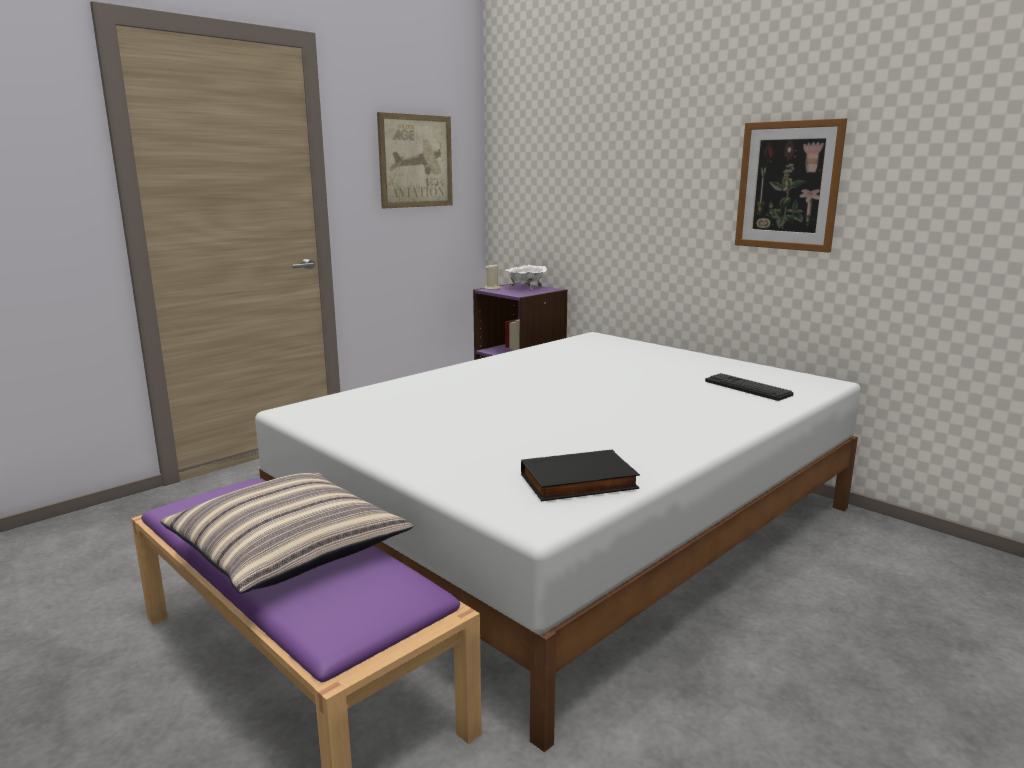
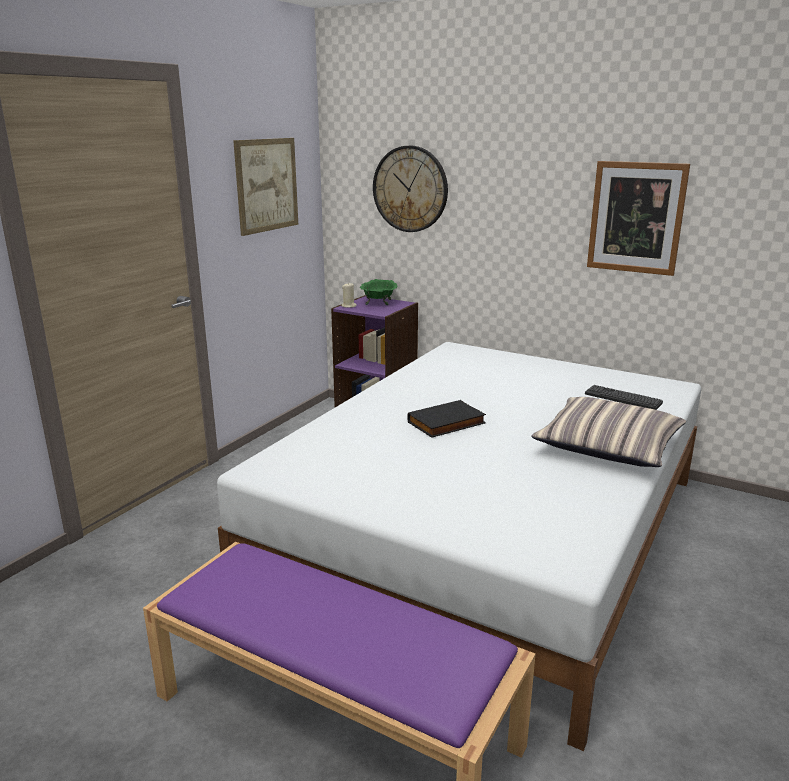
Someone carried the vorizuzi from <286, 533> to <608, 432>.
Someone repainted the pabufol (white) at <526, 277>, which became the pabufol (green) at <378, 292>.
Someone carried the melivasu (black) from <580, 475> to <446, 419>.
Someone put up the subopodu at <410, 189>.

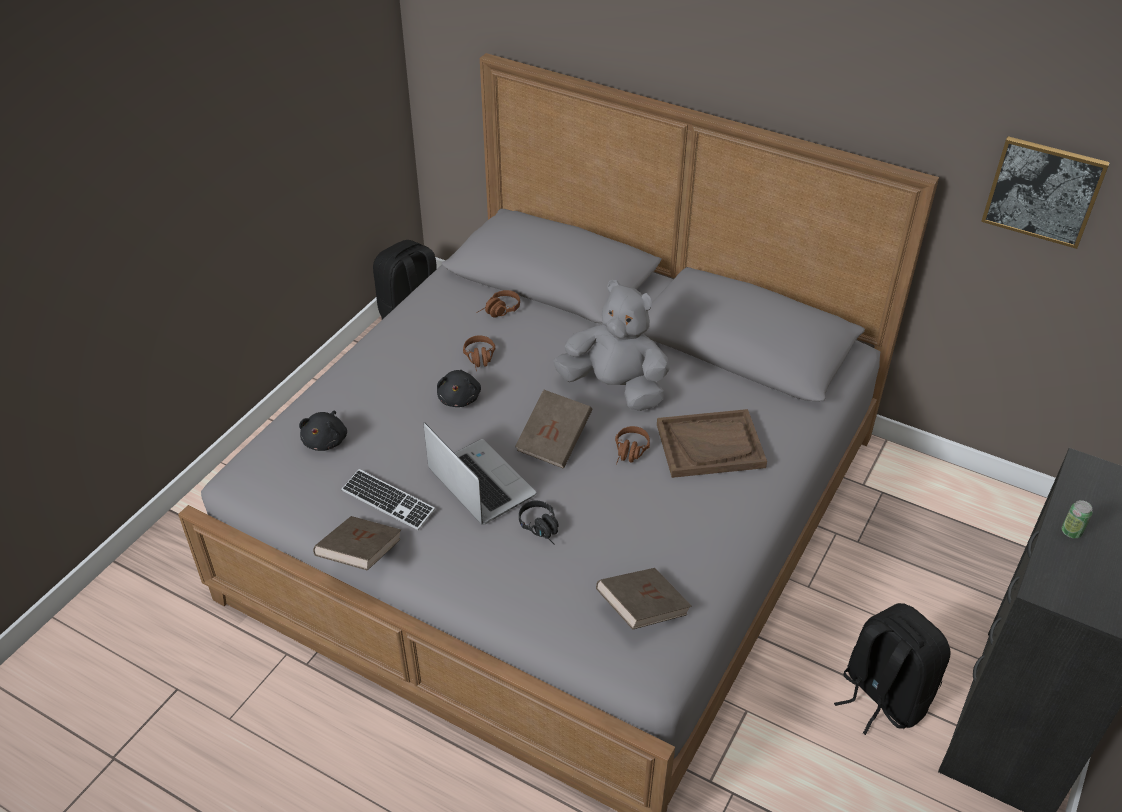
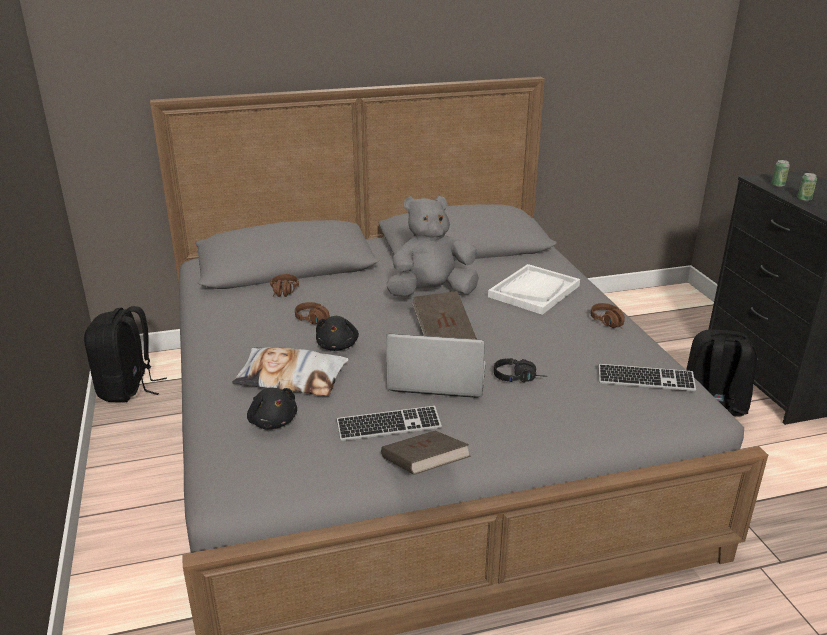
Someone rotated the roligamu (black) at <459, 388> by 45 degrees clockwise.
Someone swapped the melivasu (brown) at <644, 599> for the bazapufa at <647, 377>.
Someone carried the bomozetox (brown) from <632, 445> to <608, 315>.
Someone repainted the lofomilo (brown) at <712, 443>, which became the lofomilo (white) at <534, 289>.
Someone took away the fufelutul at <1045, 192>.
Someone put down the vorizuzi at <290, 371>.
Someone put down the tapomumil at <780, 173>.

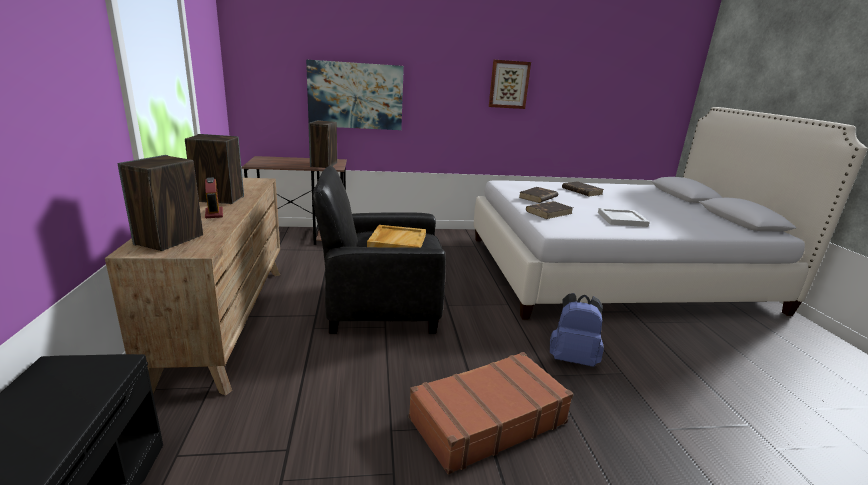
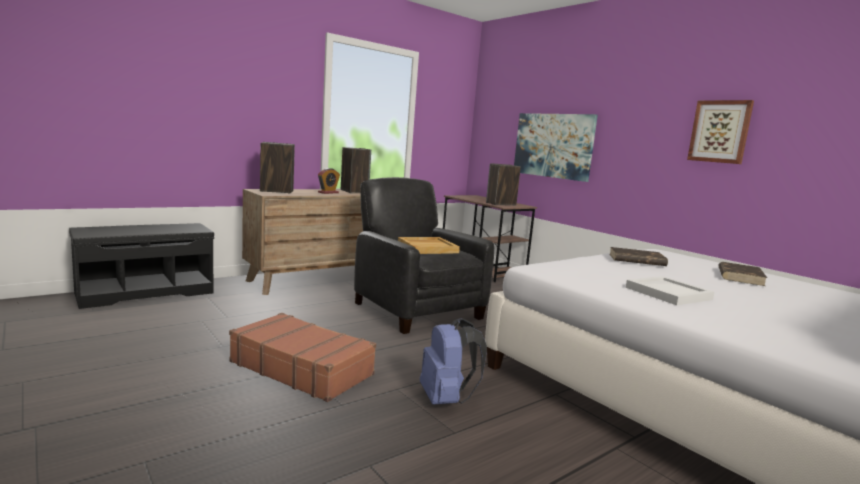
Someone took away the melivasu (brown) at <549, 210>.

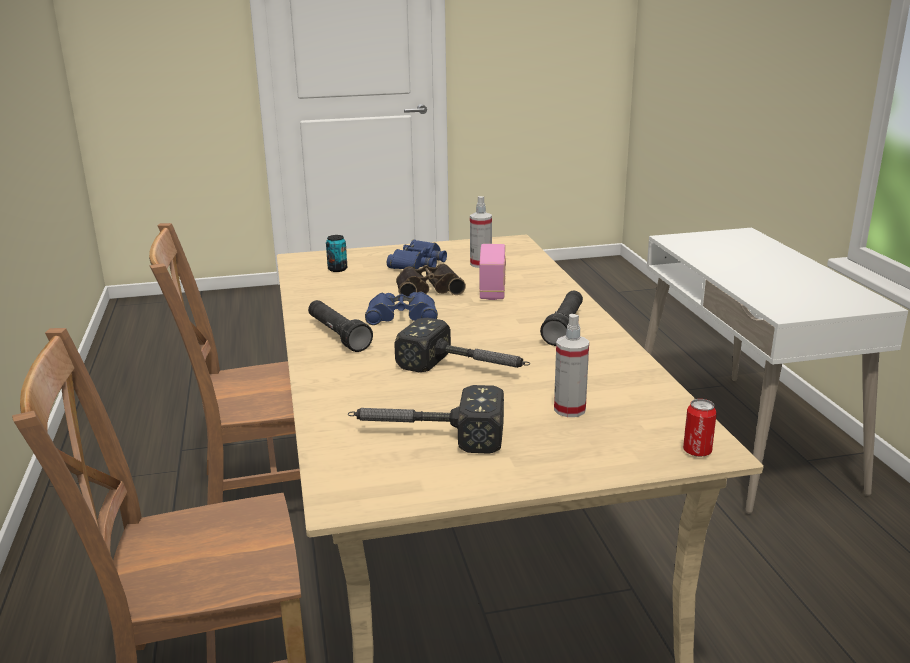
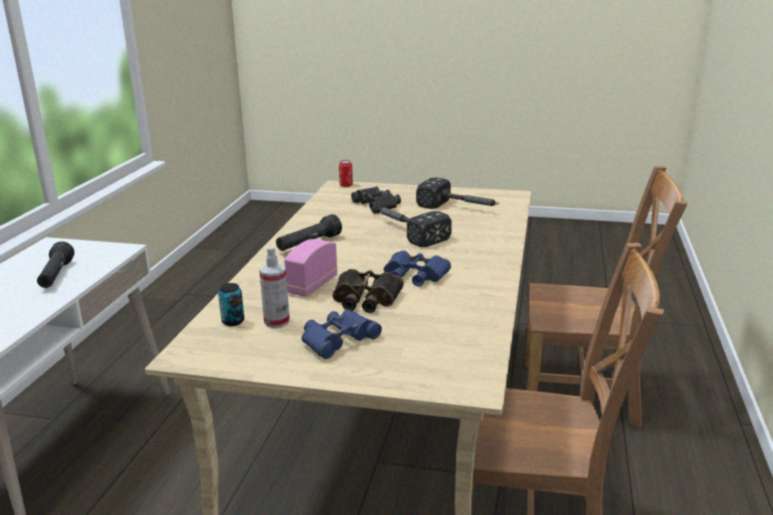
Someone carried the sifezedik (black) from <340, 326> to <55, 265>.
Someone carried the tapomumil from <336, 253> to <231, 304>.
Someone swapped the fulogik at <571, 365> for the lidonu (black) at <376, 200>.

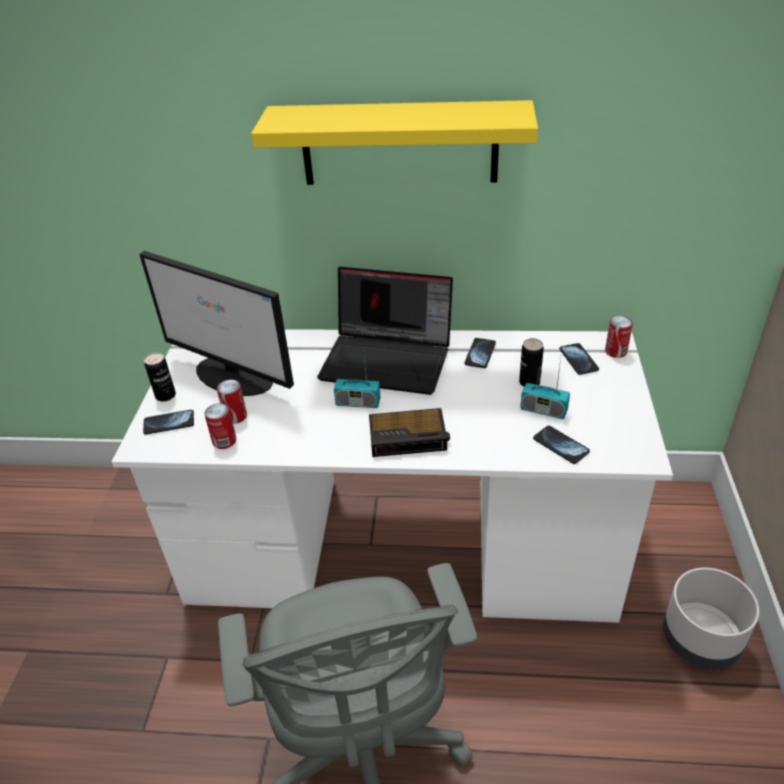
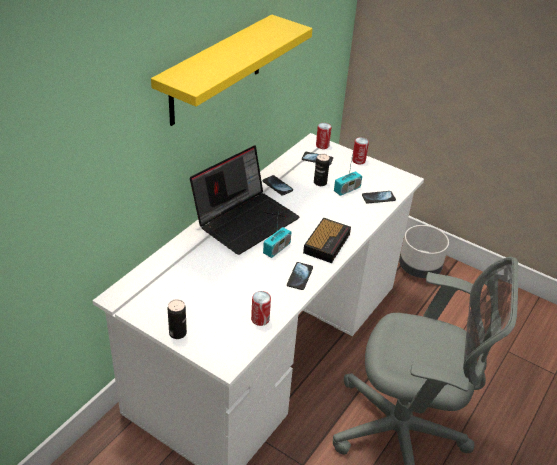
Someone took away the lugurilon at <216, 323>.
Someone carried the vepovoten from <168, 422> to <300, 276>.
Someone carried the tapomumil from <232, 402> to <360, 150>.

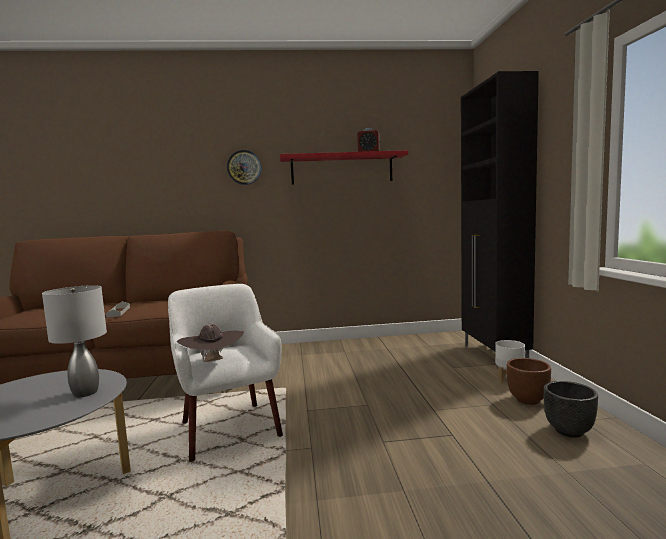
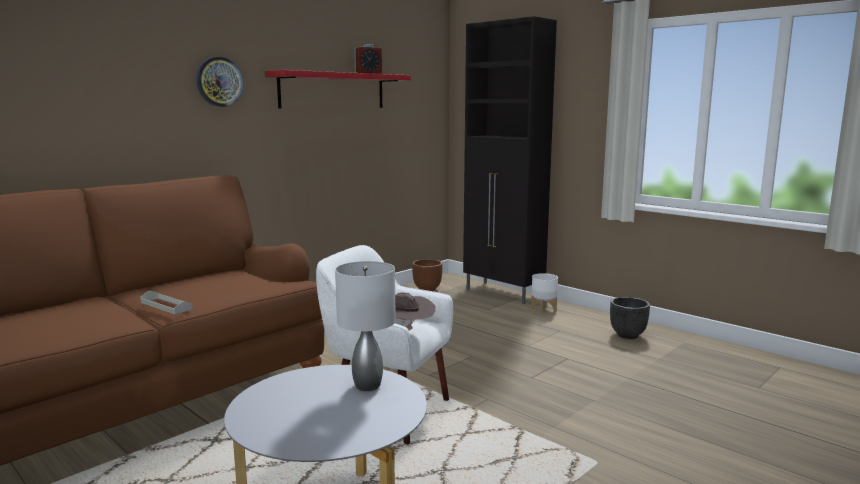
Someone carried the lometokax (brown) from <528, 381> to <427, 275>.

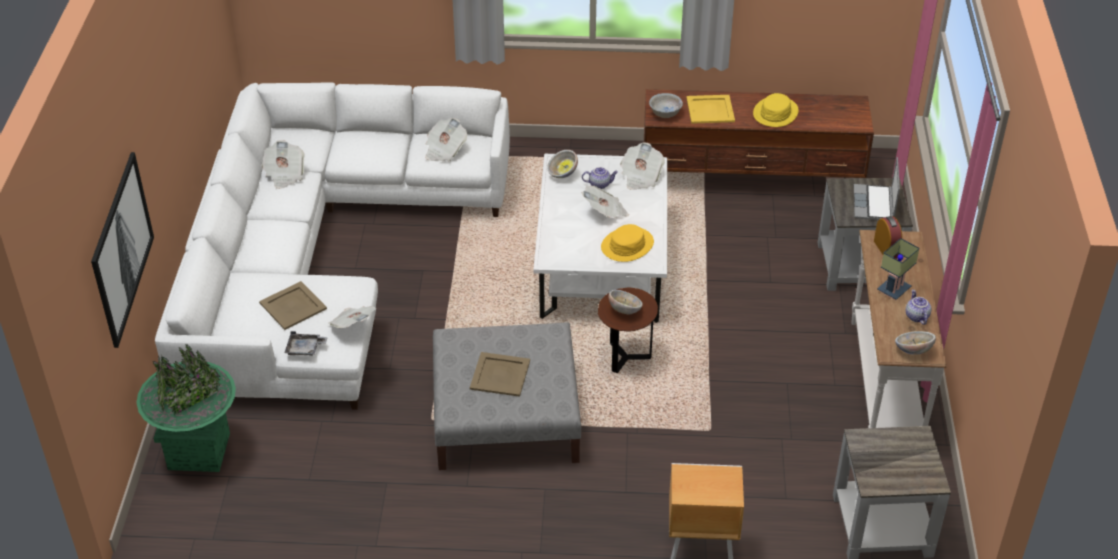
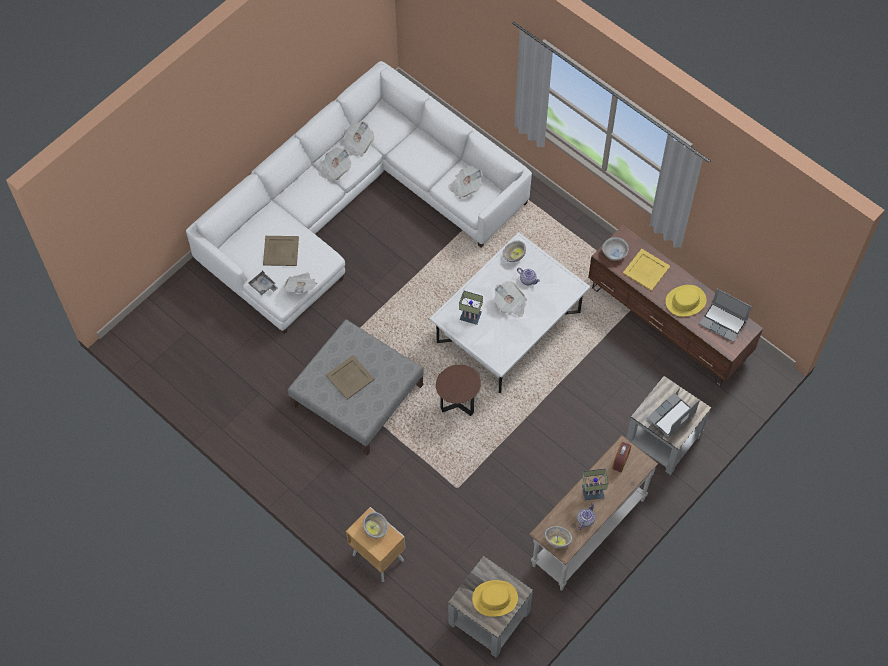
Someone took away the fufelutul at <122, 250>.
Someone took away the lometokax (green) at <186, 408>.
Someone carried the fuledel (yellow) from <627, 243> to <495, 598>.
Someone carried the pabufol from <626, 302> to <375, 525>.
Someone carried the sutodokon from <642, 166> to <334, 165>.
Someone put down the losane at <471, 308>.
Someone put down the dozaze at <725, 316>.

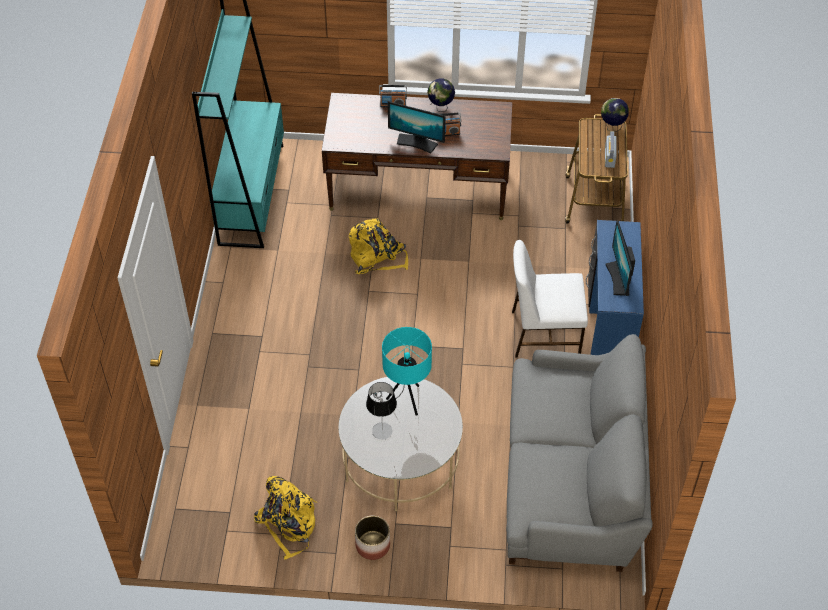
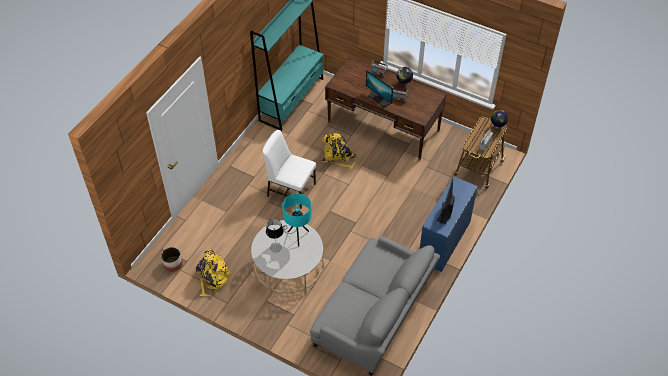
Someone carried the lometokax from <372, 538> to <172, 259>.
Someone carried the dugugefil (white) from <550, 298> to <289, 169>.

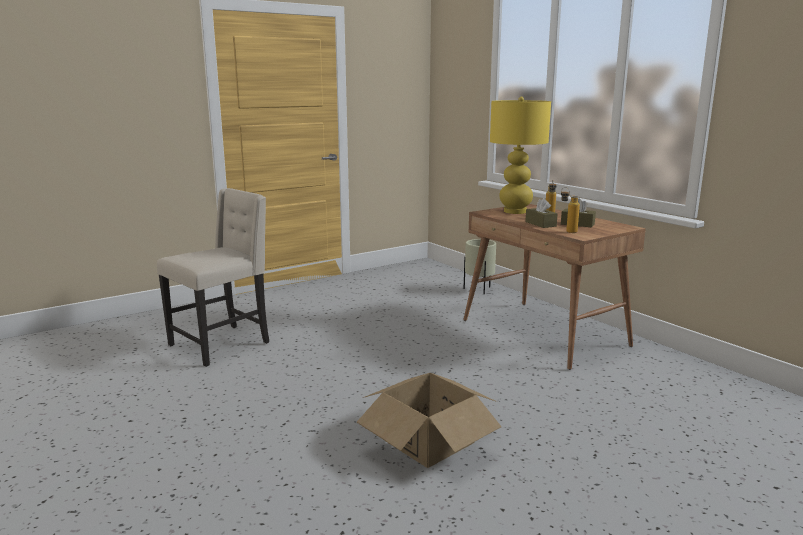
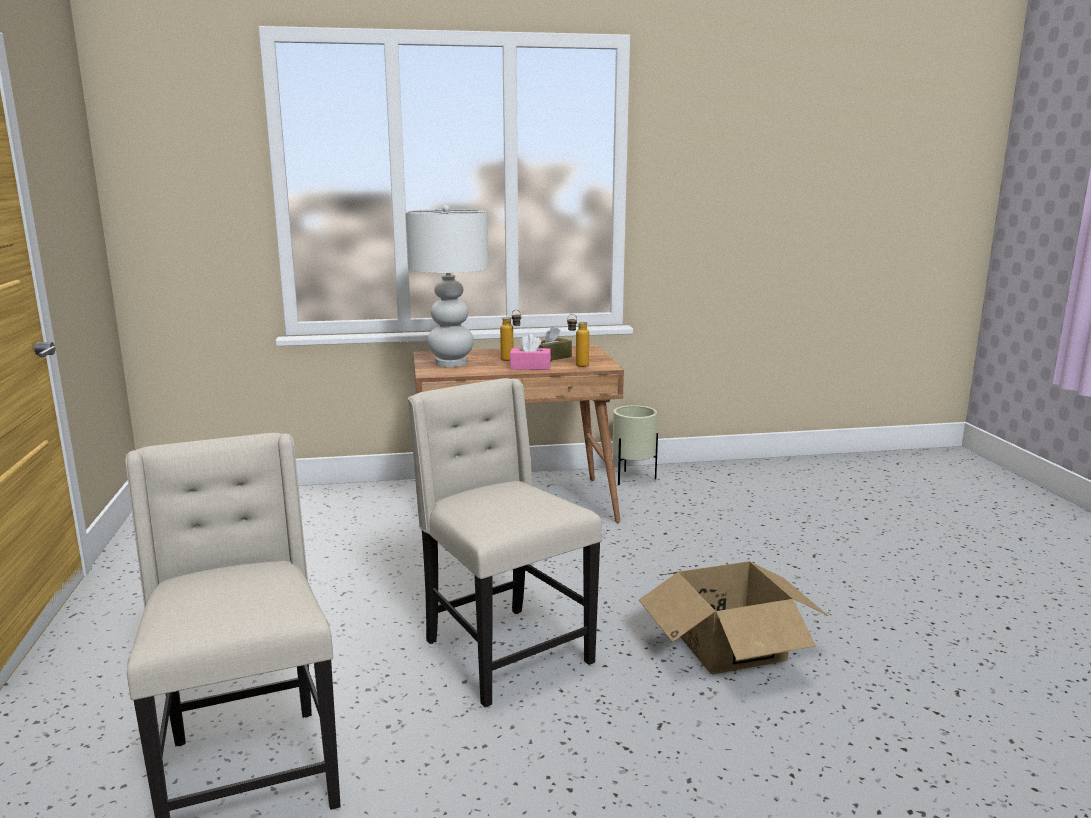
Someone carried the lometokax (beige) from <480, 266> to <635, 445>.
Someone repainted the losane (yellow) at <520, 155>, which became the losane (white) at <446, 286>.
Someone repainted the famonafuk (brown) at <541, 213>, which became the famonafuk (pink) at <530, 352>.
Someone put down the dugugefil (beige) at <504, 542>.

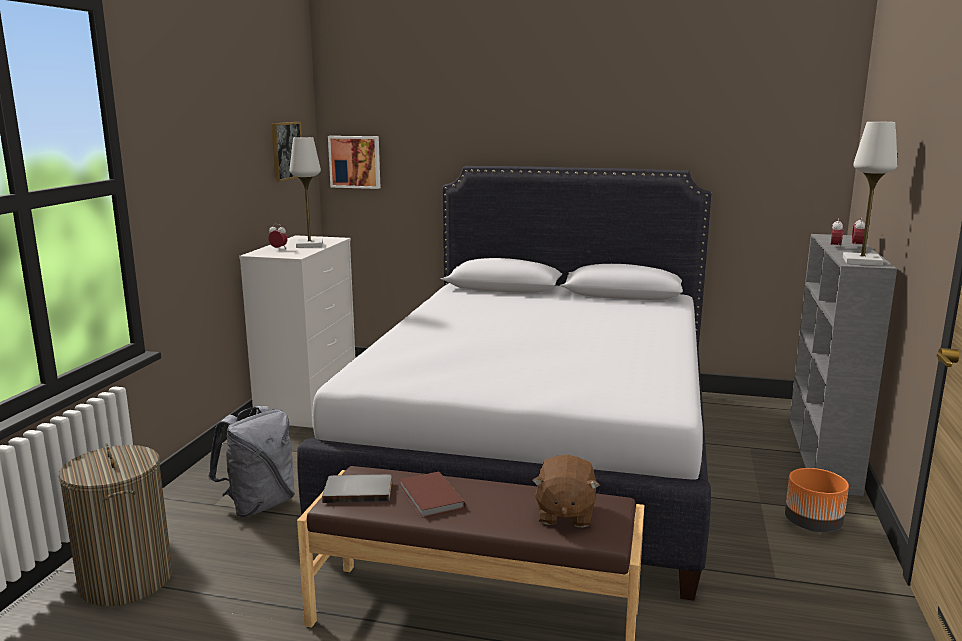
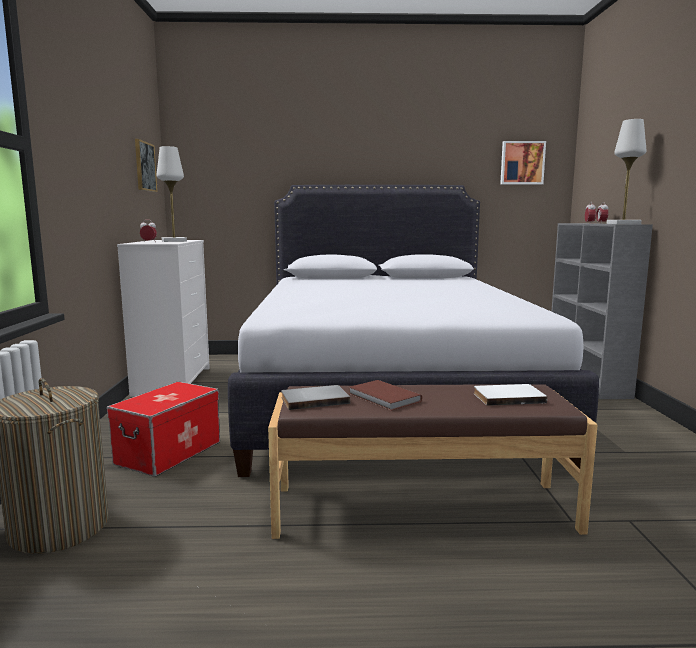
Someone swapped the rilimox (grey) at <251, 461> for the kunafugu at <163, 429>.
Someone carried the fufelutul from <354, 162> to <523, 163>.
Someone swapped the roligamu (brown) at <566, 491> for the melivasu (white) at <510, 395>.
Someone took away the lometokax (orange) at <817, 500>.

